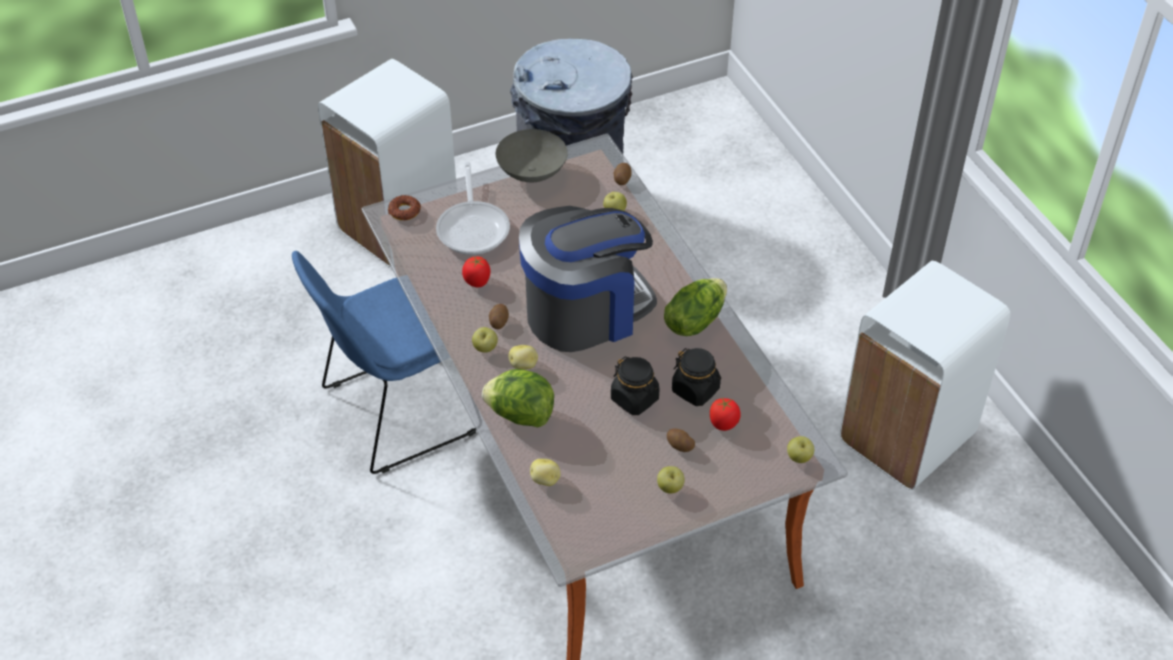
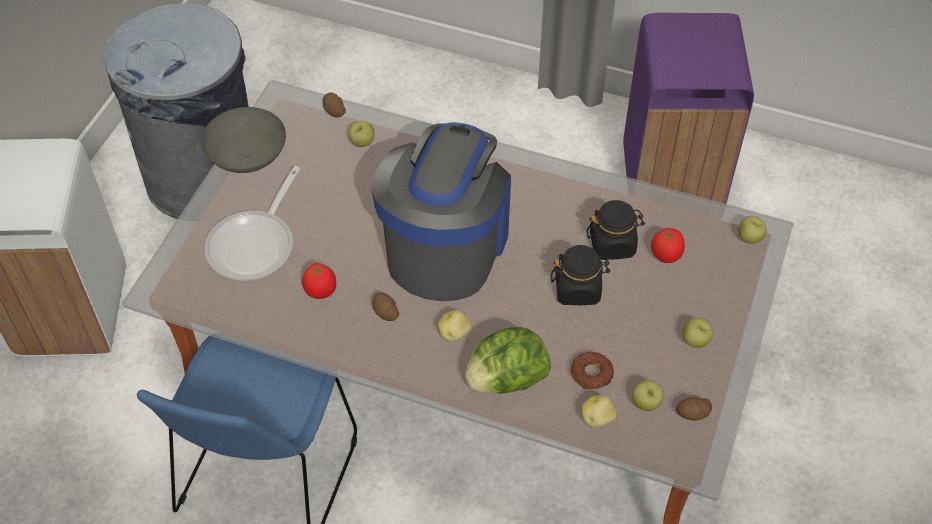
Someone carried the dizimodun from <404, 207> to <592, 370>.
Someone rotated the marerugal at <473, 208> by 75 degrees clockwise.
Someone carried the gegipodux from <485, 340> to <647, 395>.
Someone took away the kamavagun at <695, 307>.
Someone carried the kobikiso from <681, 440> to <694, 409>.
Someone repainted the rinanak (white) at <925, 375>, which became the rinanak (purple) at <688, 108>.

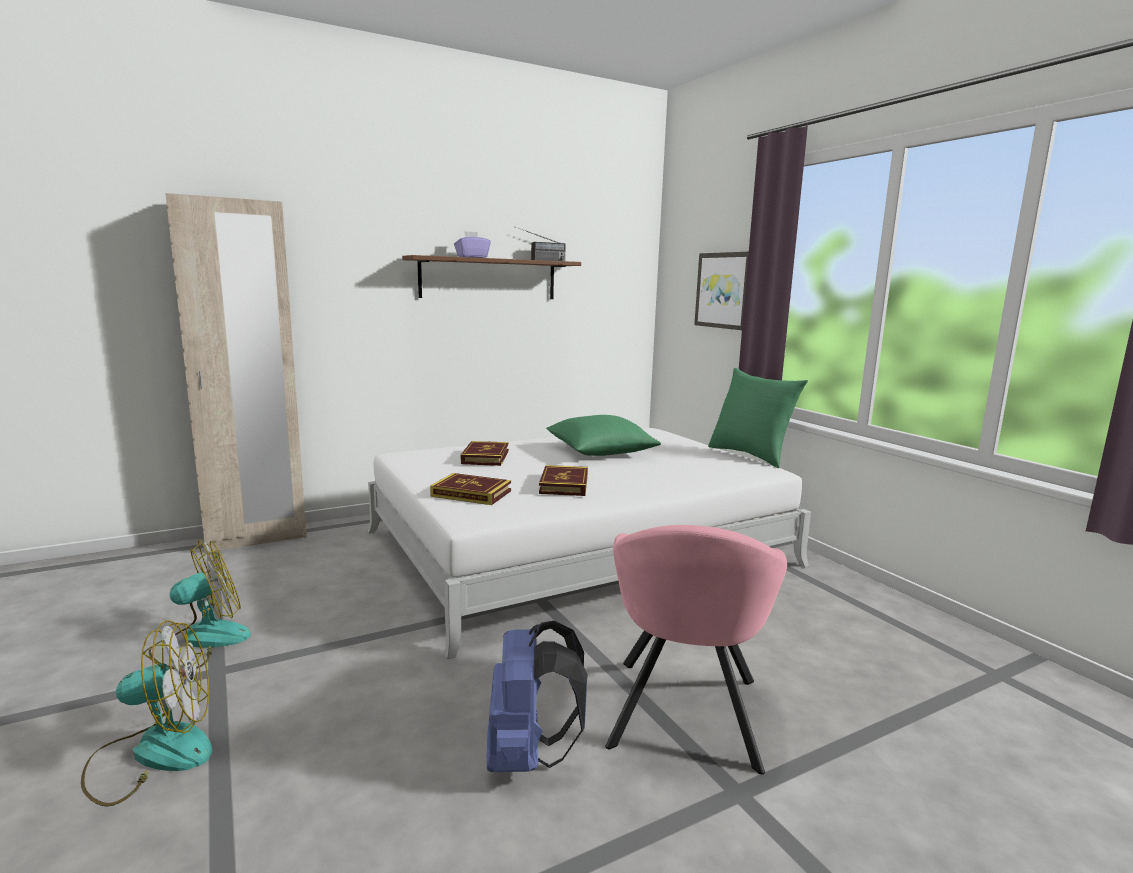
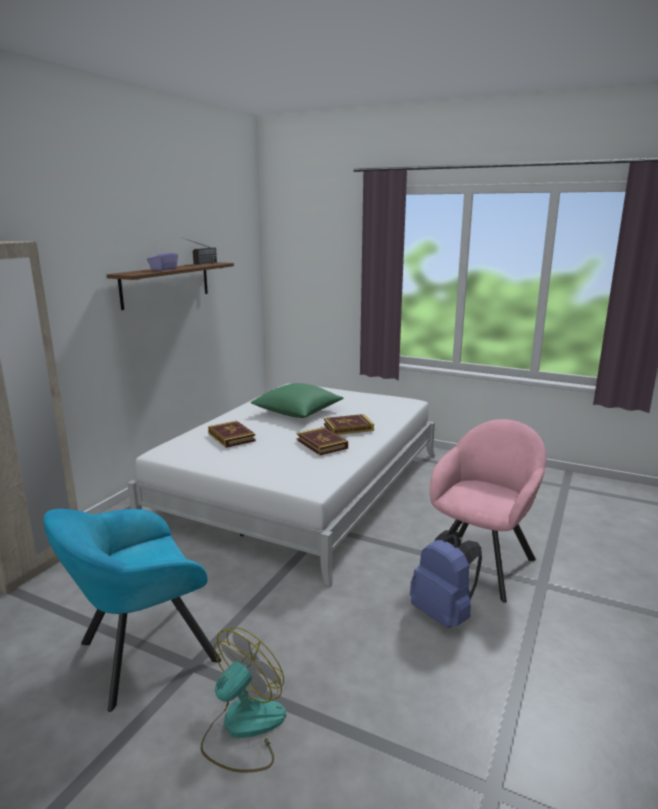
Someone swapped the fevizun at <200, 604> for the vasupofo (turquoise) at <132, 610>.
Someone carried the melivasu from <470, 489> to <349, 424>.
Someone rotated the vasupofo (pink) at <696, 650> by 120 degrees counterclockwise.
Someone took away the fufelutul at <721, 291>.
Someone took away the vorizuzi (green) at <758, 418>.

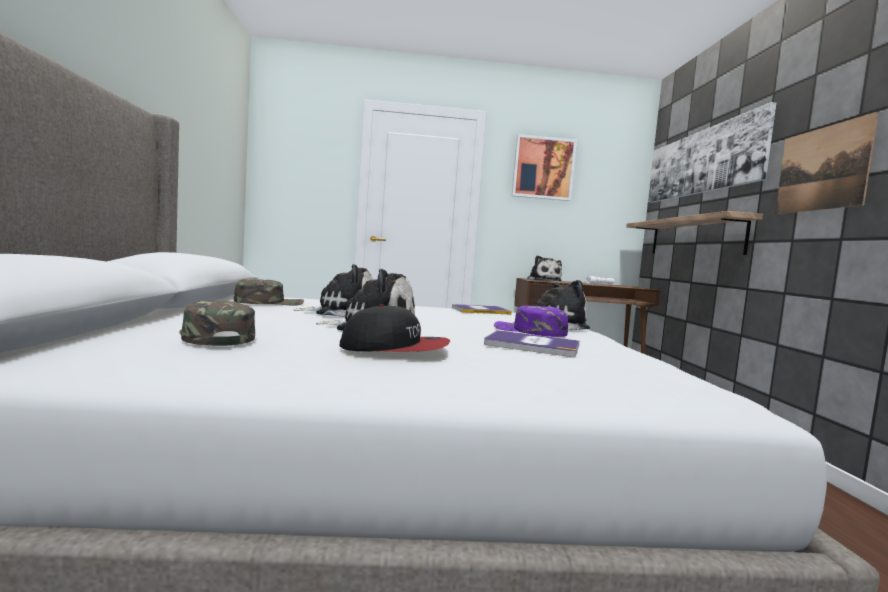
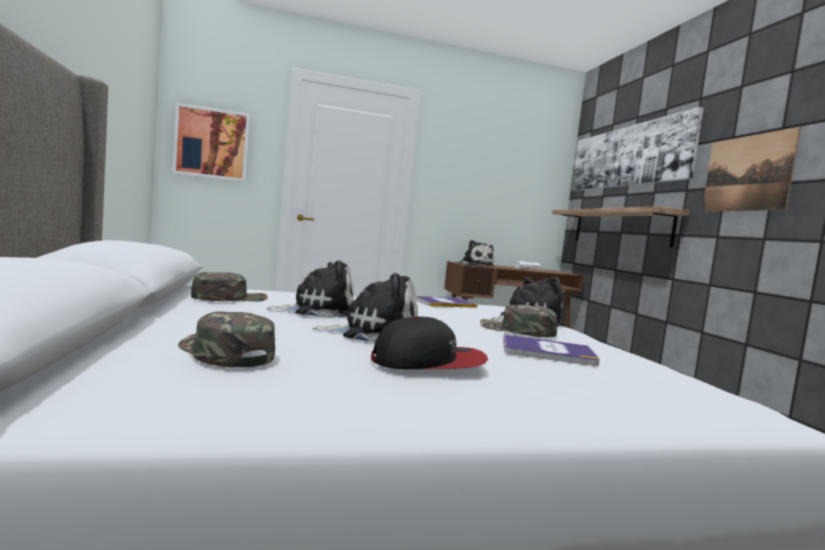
Someone repainted the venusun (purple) at <531, 321>, which became the venusun (green) at <518, 320>.
Someone carried the fufelutul from <544, 167> to <211, 142>.

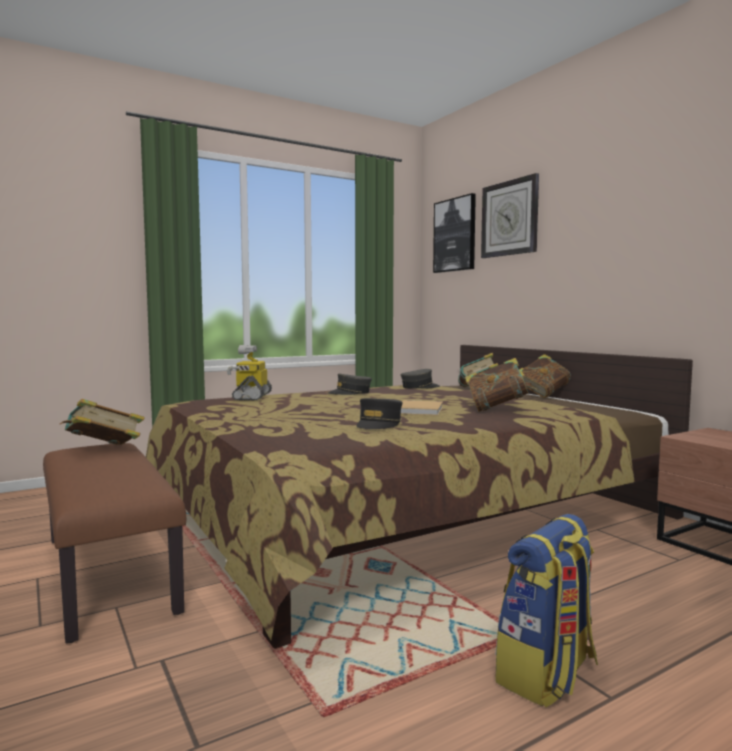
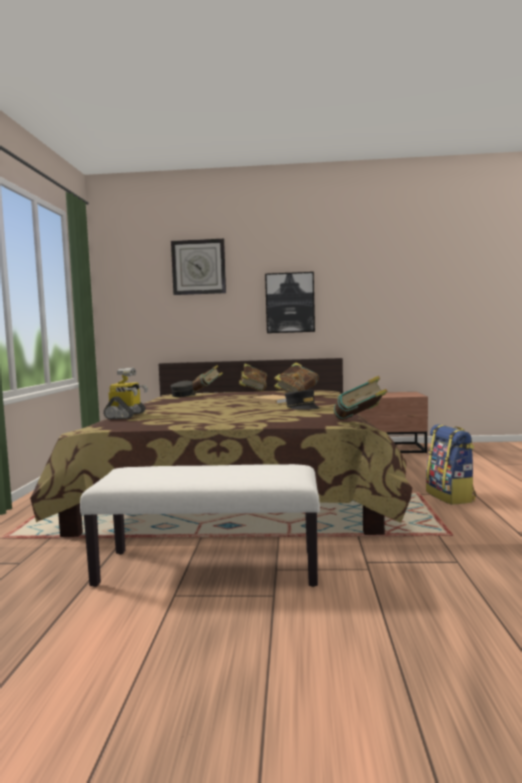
Someone repainted the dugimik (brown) at <114, 543>, which became the dugimik (white) at <200, 525>.
Someone carried the melivasu from <102, 422> to <360, 398>.
Someone rotated the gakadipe at <249, 372> by 120 degrees counterclockwise.
Someone took away the venusun (grey) at <350, 384>.
Someone carried the fufelutul from <454, 233> to <290, 302>.

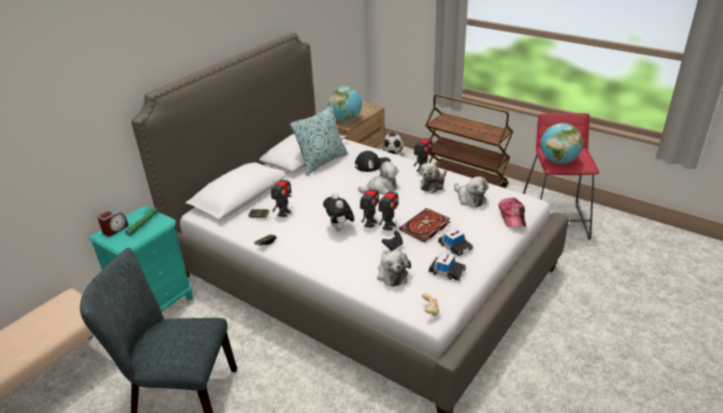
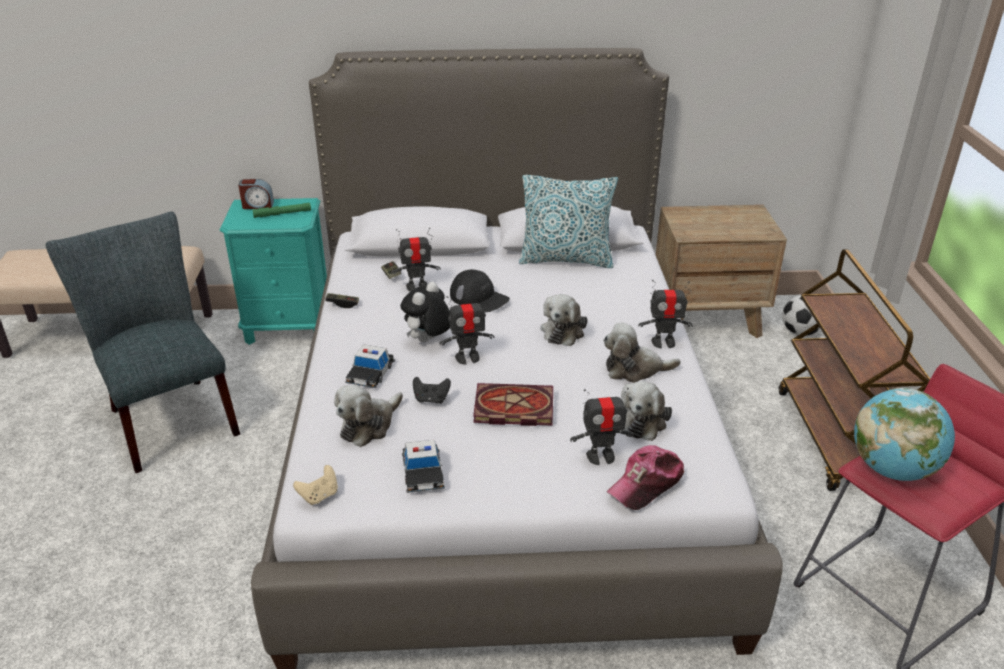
Someone took away the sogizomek at <345, 103>.
Someone carried the venusun (black) from <373, 161> to <480, 290>.
Someone rotated the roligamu at <378, 178> by 75 degrees clockwise.
Someone carried the gakadipe from <388, 207> to <602, 426>.
Someone carried the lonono from <455, 242> to <370, 366>.

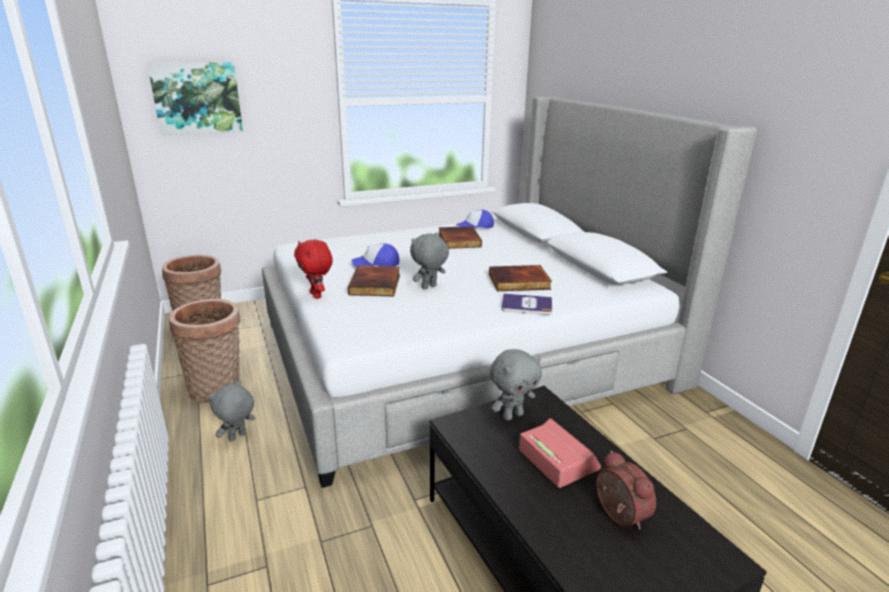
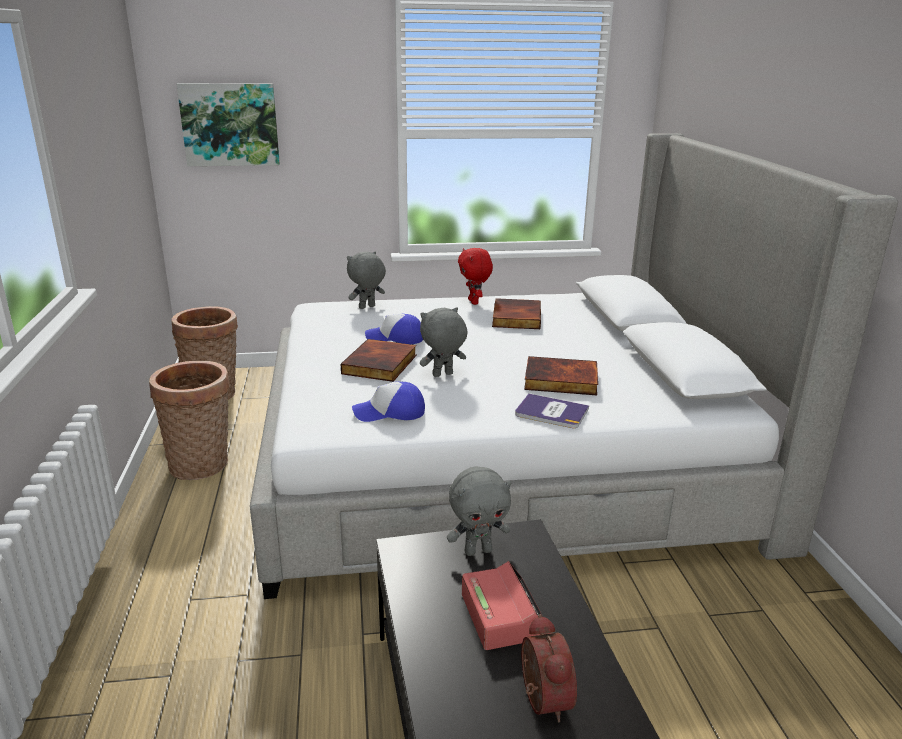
Someone carried the roligamu (grey) from <232, 411> to <366, 280>.
Someone carried the roligamu (red) from <313, 269> to <475, 276>.
Someone carried the venusun from <475, 219> to <388, 401>.

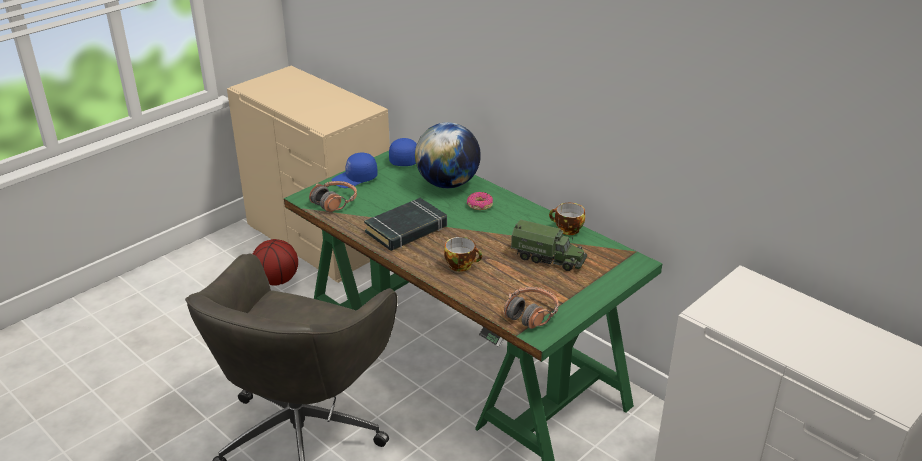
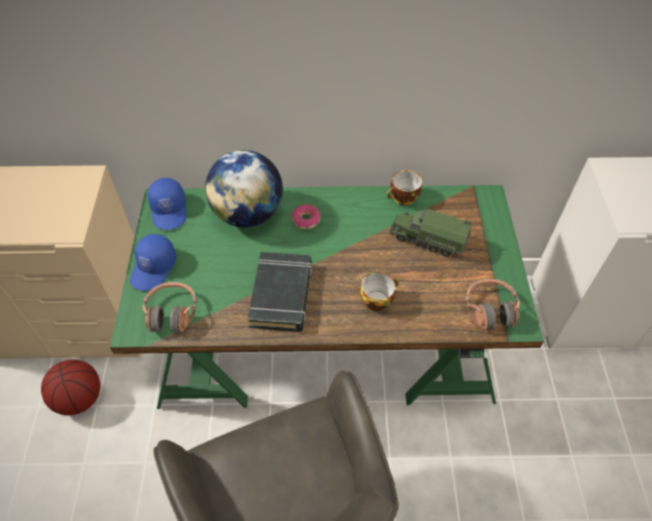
Someone rotated the venusun (blue) at <403, 152> by 150 degrees counterclockwise.
Someone rotated the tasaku at <549, 245> by 135 degrees counterclockwise.

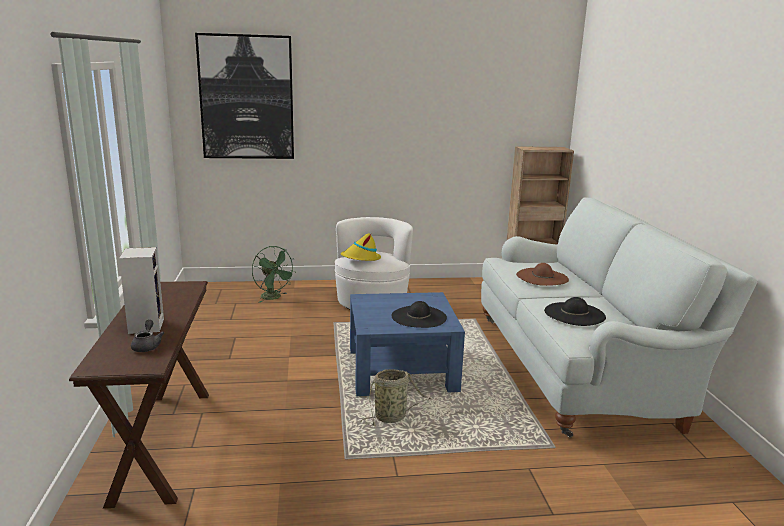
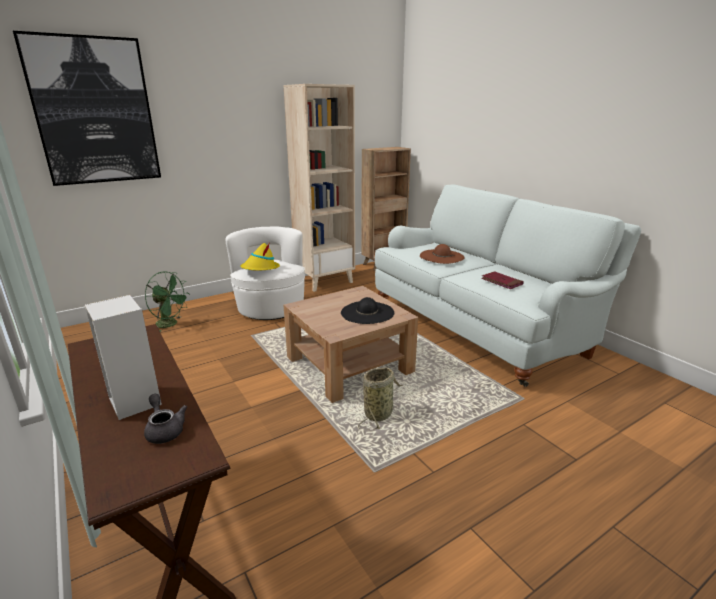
Someone repainted the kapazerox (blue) at <407, 344>, which became the kapazerox (brown) at <351, 344>.
Someone swapped the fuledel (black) at <575, 311> for the melivasu (red) at <502, 280>.
Someone put down the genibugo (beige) at <319, 188>.

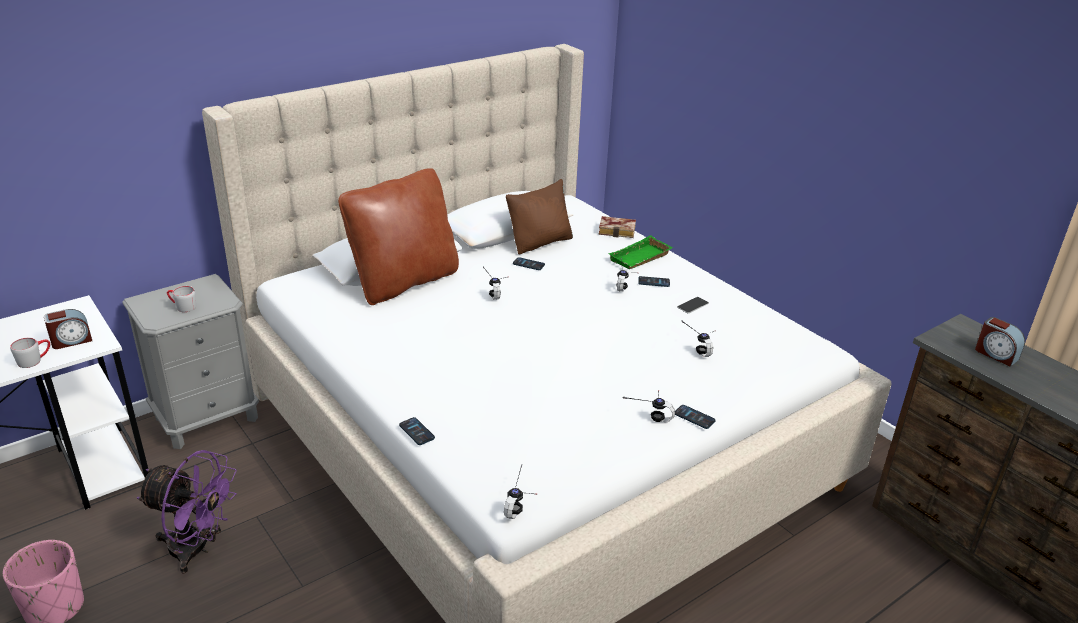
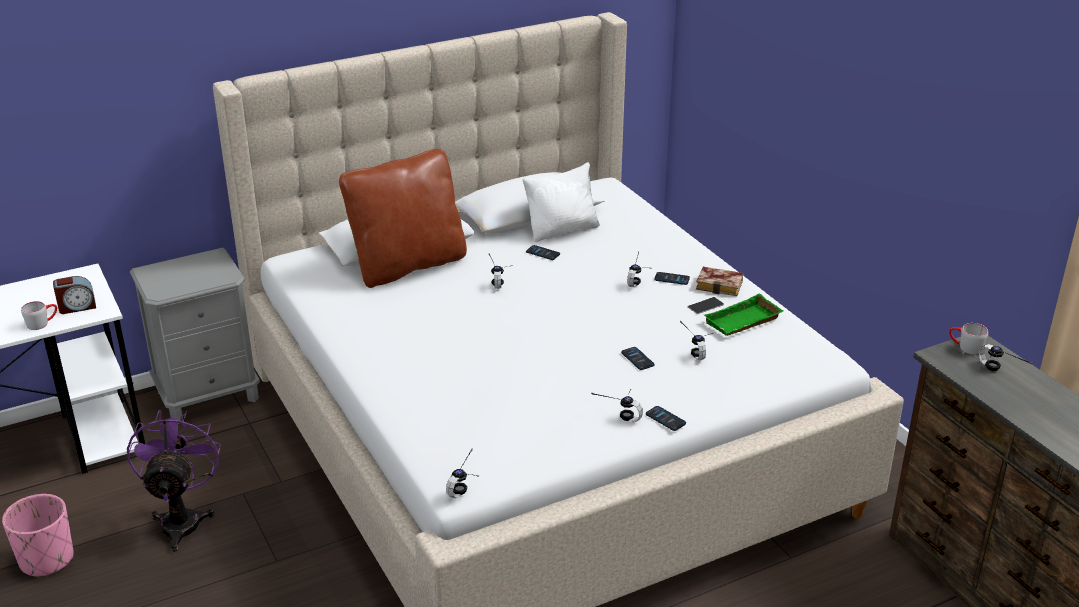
Someone rotated the fevizun (purple) at <187, 511> by 120 degrees counterclockwise.
Someone carried the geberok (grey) from <181, 299> to <968, 339>.
Someone carried the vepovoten from <417, 431> to <637, 358>.
Someone repainted the vorizuzi (brown) at <539, 217>, which became the vorizuzi (white) at <560, 202>.
Someone carried the melivasu from <617, 227> to <720, 281>.
Someone carried the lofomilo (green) from <640, 252> to <743, 314>.
Someone swapped the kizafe at <1000, 342> for the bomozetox at <1006, 357>.

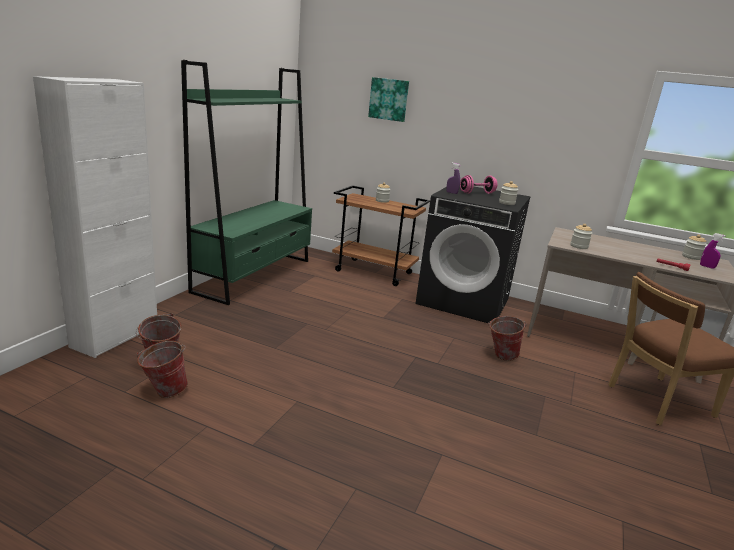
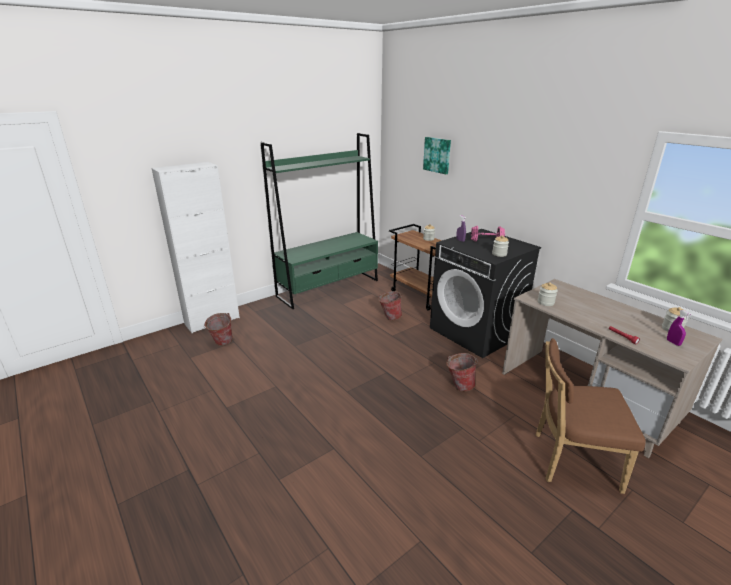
Someone carried the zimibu from <162, 369> to <390, 305>.

